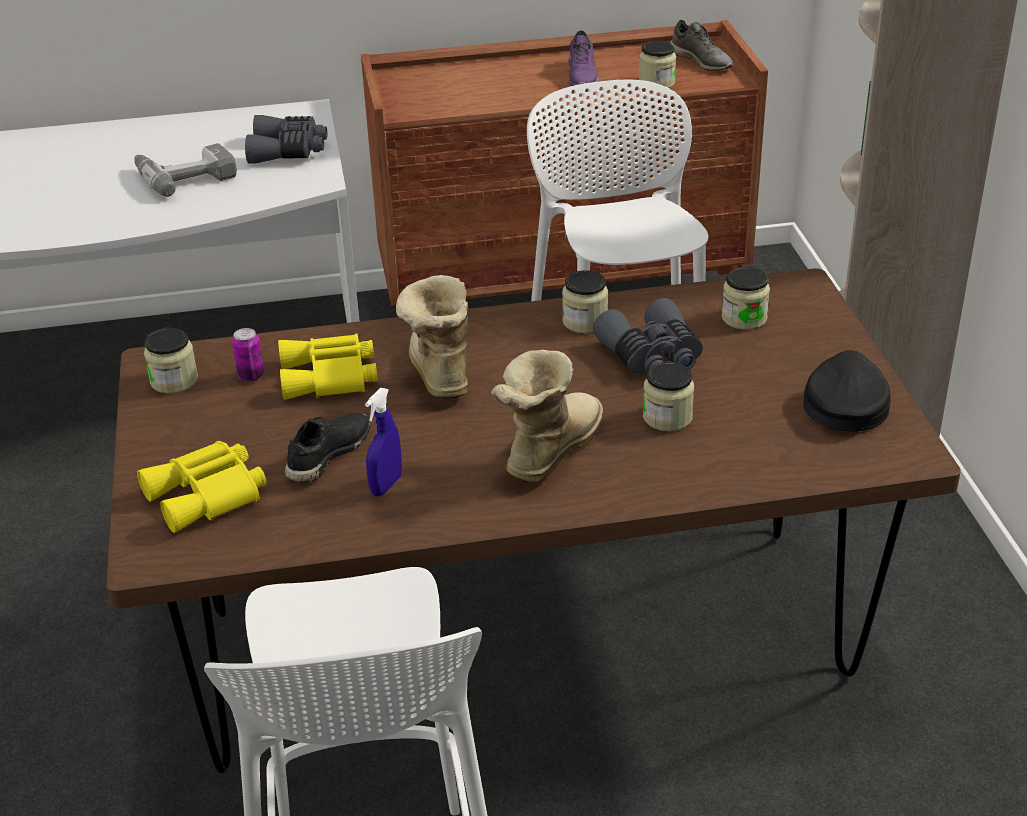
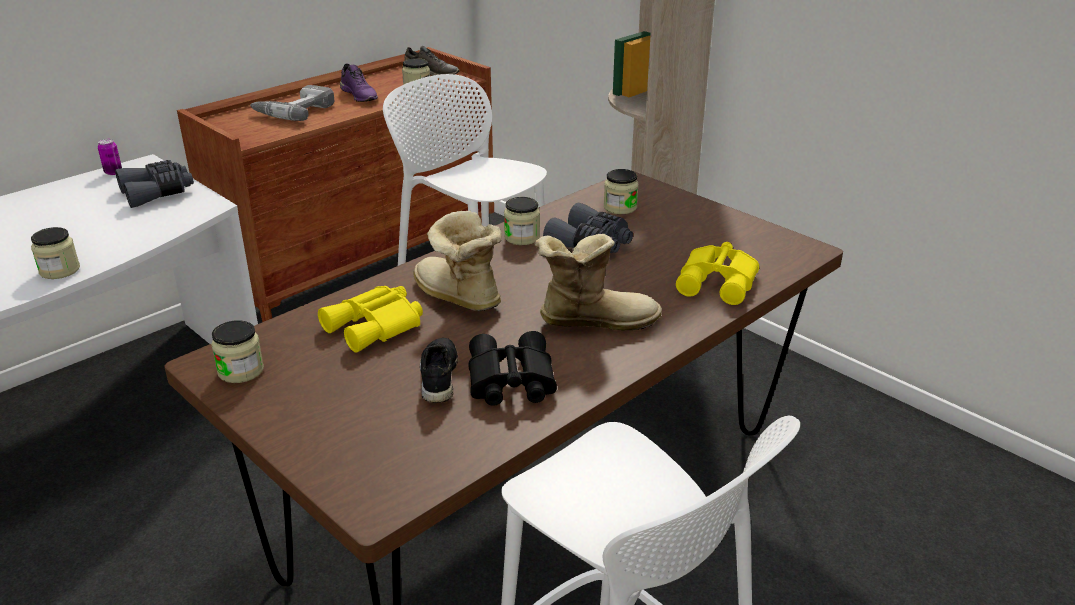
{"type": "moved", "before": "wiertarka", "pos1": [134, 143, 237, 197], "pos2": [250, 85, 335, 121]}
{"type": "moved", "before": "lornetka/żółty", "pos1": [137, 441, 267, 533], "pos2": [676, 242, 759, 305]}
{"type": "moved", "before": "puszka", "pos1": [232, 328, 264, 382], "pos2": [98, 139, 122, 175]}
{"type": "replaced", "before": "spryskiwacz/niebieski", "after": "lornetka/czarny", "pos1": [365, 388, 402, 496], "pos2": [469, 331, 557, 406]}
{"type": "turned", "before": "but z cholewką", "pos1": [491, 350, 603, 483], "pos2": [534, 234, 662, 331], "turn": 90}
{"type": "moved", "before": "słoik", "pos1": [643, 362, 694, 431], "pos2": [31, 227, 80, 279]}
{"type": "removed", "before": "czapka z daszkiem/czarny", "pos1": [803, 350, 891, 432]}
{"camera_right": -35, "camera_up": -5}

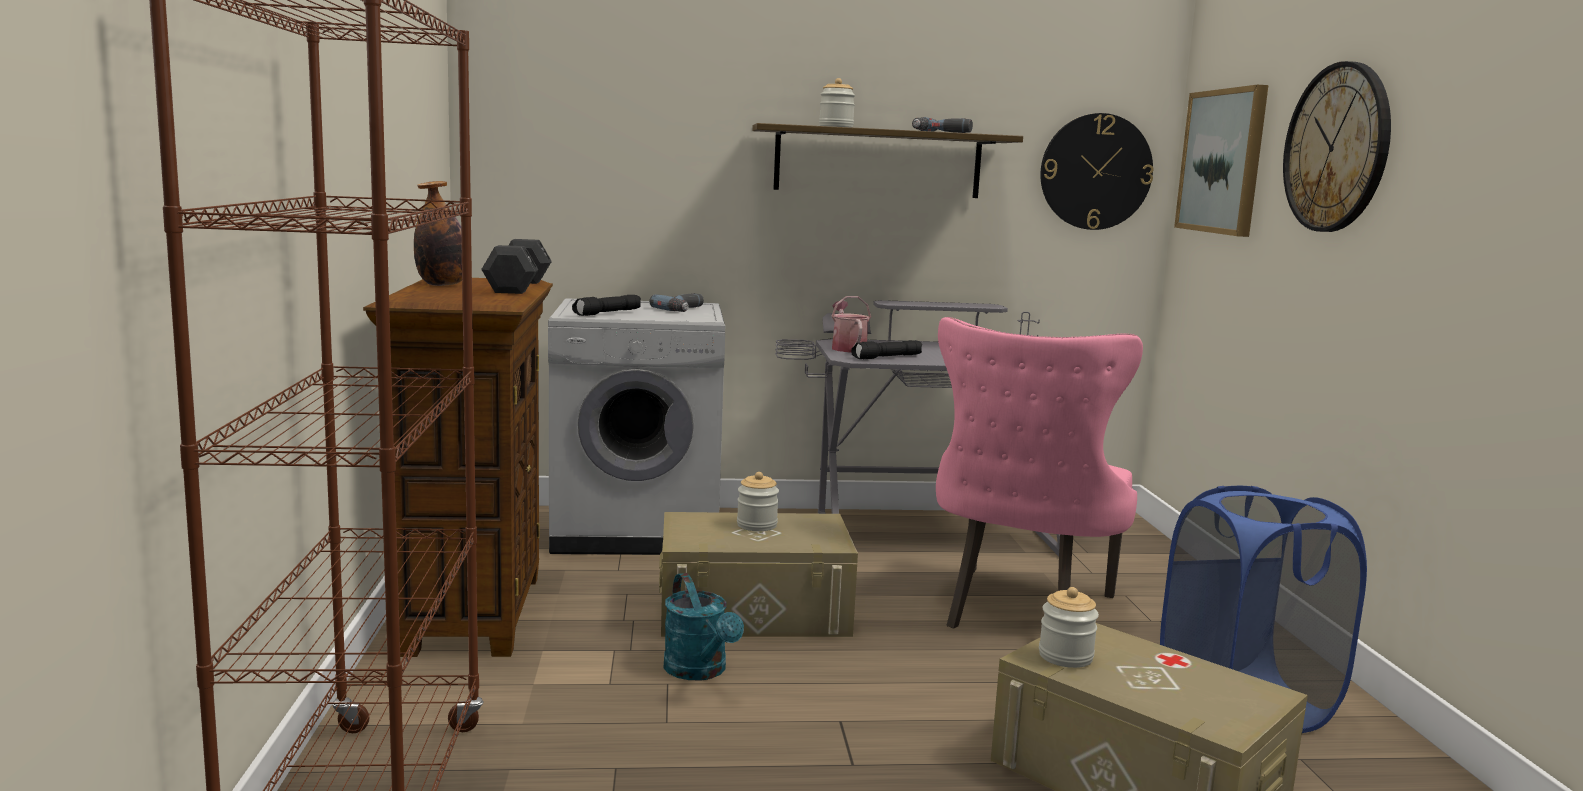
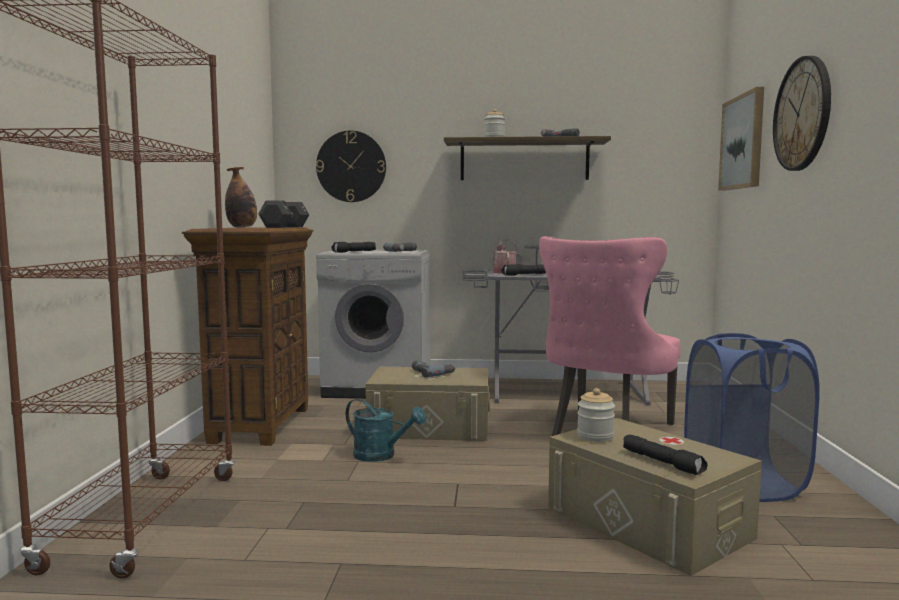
{"type": "turned", "before": "konewka/turkusowy", "pos1": [663, 573, 744, 680], "pos2": [345, 399, 426, 462], "turn": -45}
{"type": "replaced", "before": "słoik", "after": "wiertarka", "pos1": [737, 472, 779, 531], "pos2": [412, 361, 456, 378]}
{"type": "moved", "before": "zegar ścienny", "pos1": [1040, 113, 1154, 230], "pos2": [316, 131, 386, 202]}
{"type": "added", "after": "latarka/czarny", "pos2": [623, 435, 708, 475]}
{"camera_right": 10, "camera_up": -5}

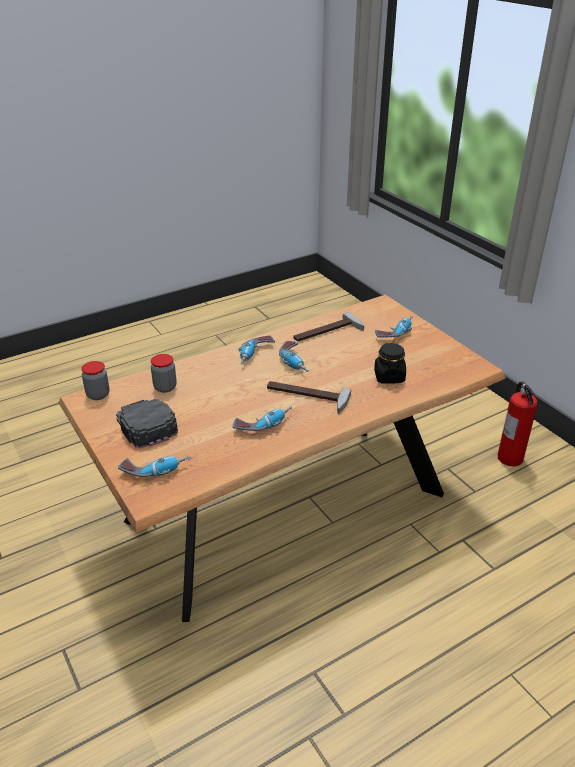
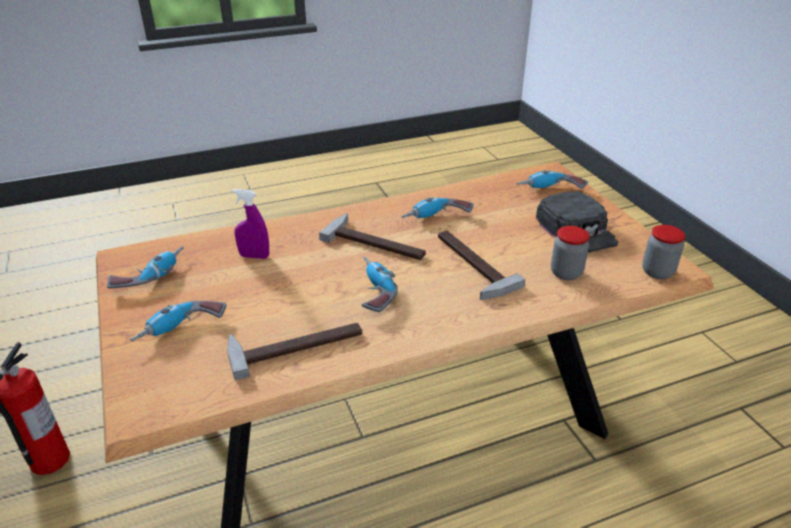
{"type": "moved", "before": "wiertarka", "pos1": [239, 335, 275, 364], "pos2": [107, 246, 184, 289]}
{"type": "replaced", "before": "słoik/czarny", "after": "spryskiwacz/fioletowy", "pos1": [374, 343, 406, 384], "pos2": [232, 189, 269, 259]}
{"type": "added", "after": "młotek", "pos2": [438, 231, 525, 300]}
{"camera_right": -170, "camera_up": 0}

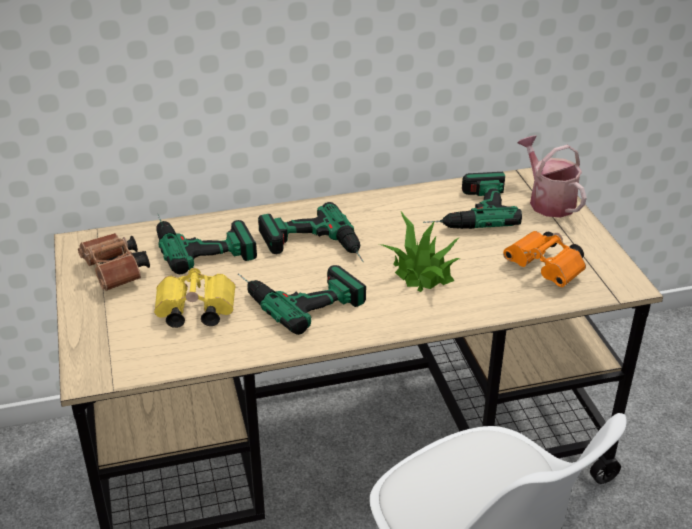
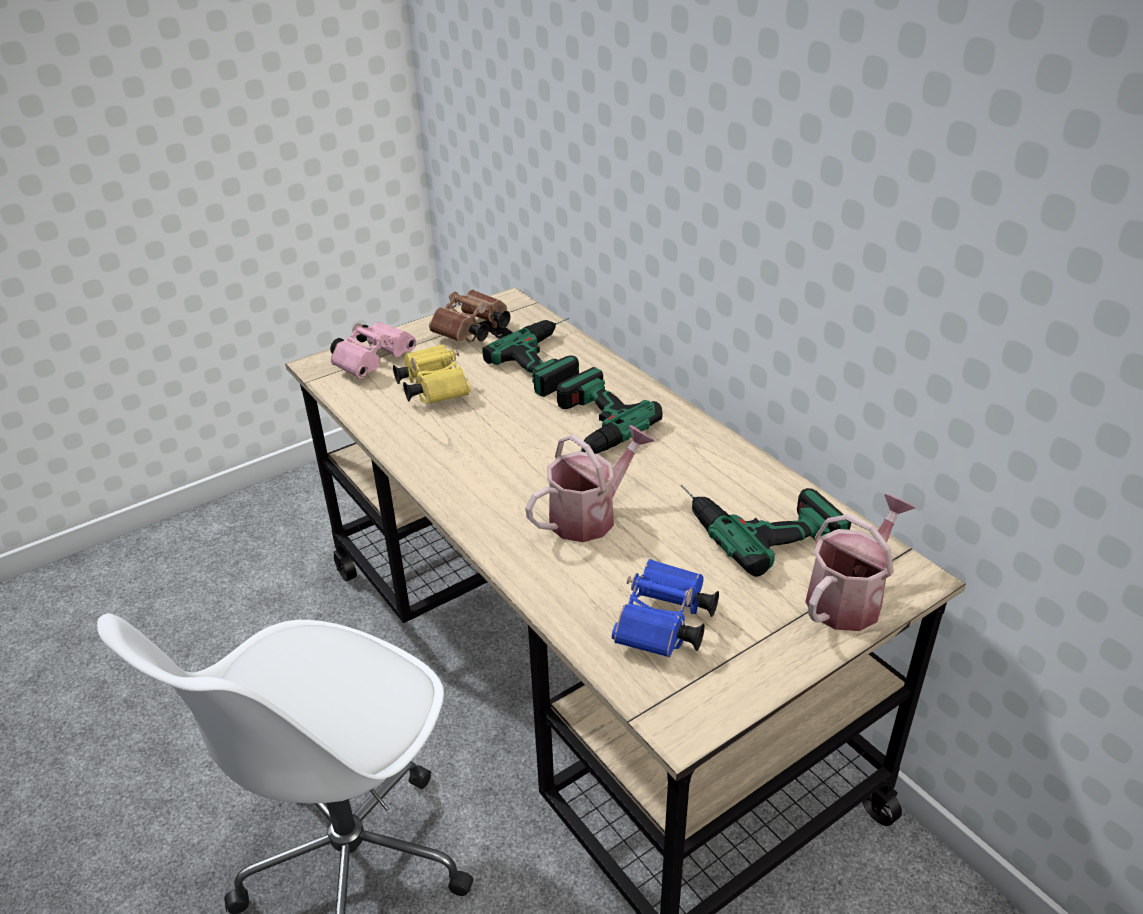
{"type": "removed", "before": "wiertarka", "pos1": [238, 265, 366, 335]}
{"type": "replaced", "before": "roślina doniczkowa", "after": "konewka", "pos1": [379, 211, 460, 292], "pos2": [525, 425, 655, 542]}
{"type": "recoloured", "before": "lornetka/pomarańczowy", "after": "lornetka/niebieski", "pos1": [503, 231, 586, 287], "pos2": [612, 559, 719, 658]}
{"type": "added", "after": "lornetka/różowy", "pos2": [330, 322, 416, 378]}
{"camera_right": 70, "camera_up": 0}

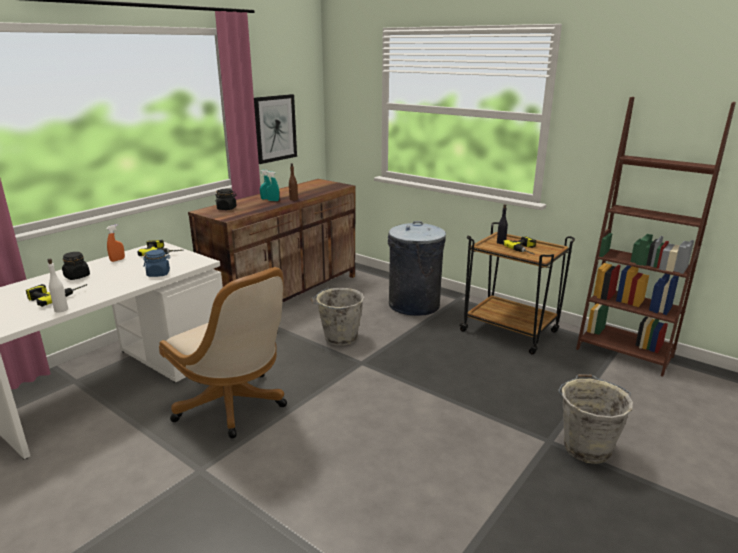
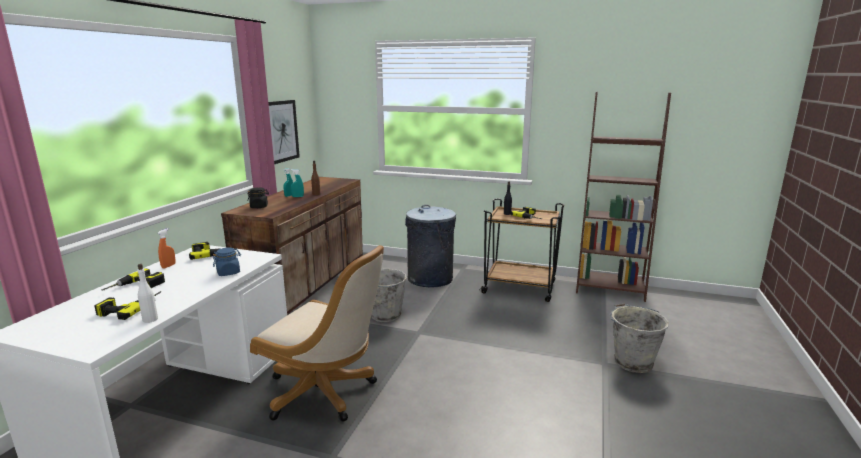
{"type": "replaced", "before": "słoik/czarny", "after": "wiertarka", "pos1": [62, 252, 90, 280], "pos2": [101, 268, 165, 291]}
{"camera_right": -20, "camera_up": -5}

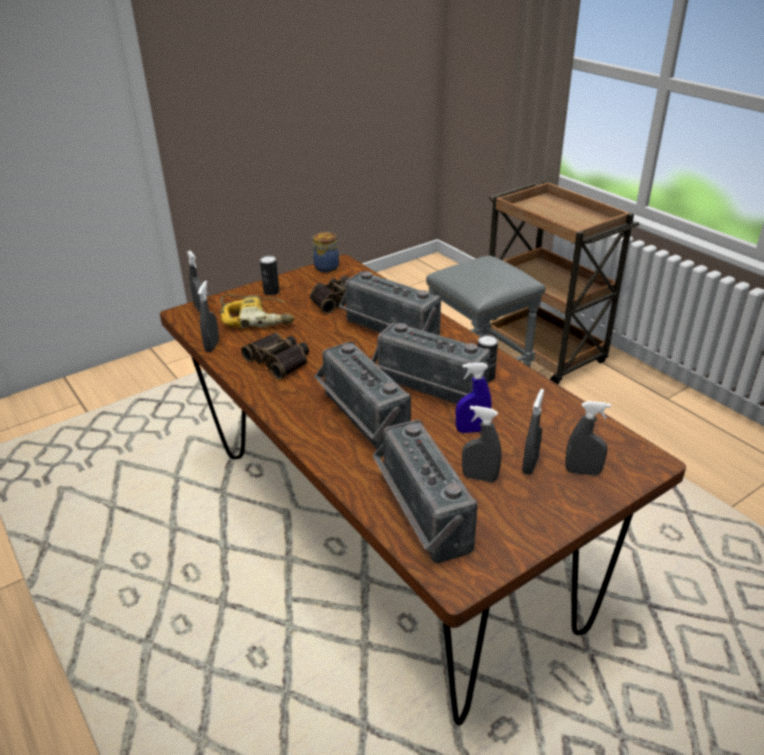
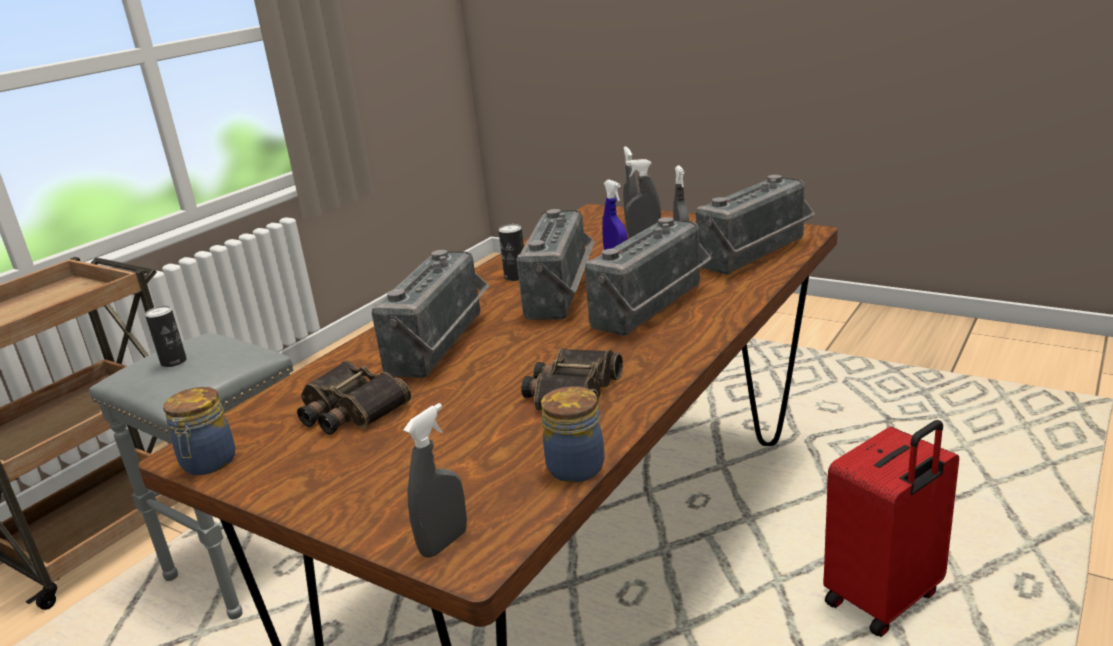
{"type": "replaced", "before": "spryskiwacz/szary", "after": "słoik", "pos1": [198, 281, 219, 352], "pos2": [541, 386, 605, 483]}
{"type": "removed", "before": "wiertarka", "pos1": [220, 295, 294, 328]}
{"type": "moved", "before": "puszka", "pos1": [260, 255, 279, 296], "pos2": [145, 306, 187, 367]}
{"type": "added", "after": "walizka/czerwony", "pos2": [823, 420, 959, 637]}
{"camera_right": -110, "camera_up": -10}

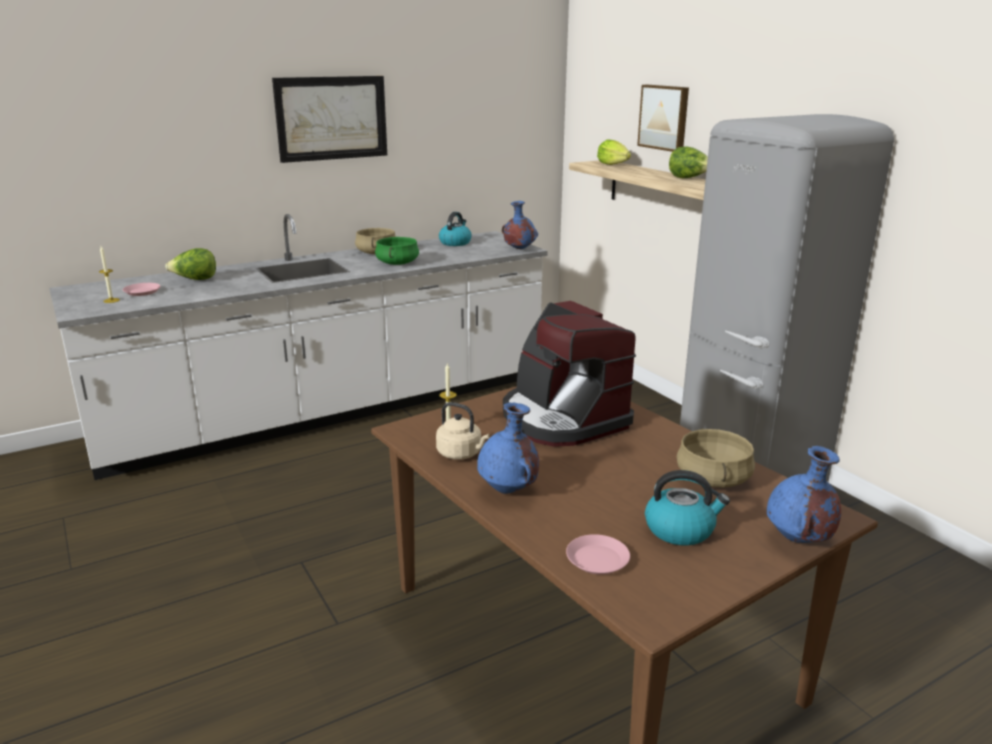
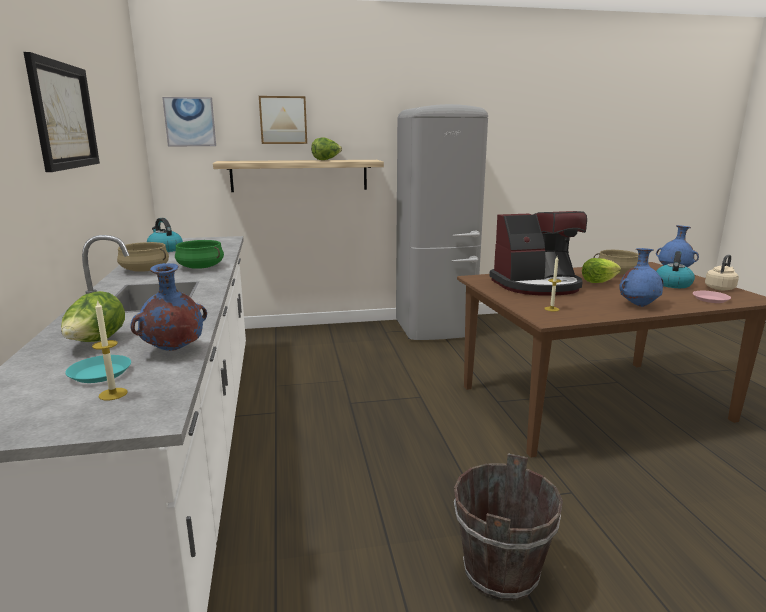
{"type": "recoloured", "before": "talerz/różowy", "after": "talerz/turkusowy", "pos1": [123, 283, 161, 296], "pos2": [65, 355, 131, 383]}
{"type": "moved", "before": "czajnik/beżowy", "pos1": [436, 402, 490, 460], "pos2": [705, 255, 739, 290]}
{"type": "moved", "before": "wazon/niebieski", "pos1": [502, 201, 538, 249], "pos2": [130, 263, 207, 351]}
{"type": "moved", "before": "sałata", "pos1": [597, 140, 631, 165], "pos2": [582, 258, 621, 283]}
{"type": "added", "after": "obraz", "pos2": [162, 97, 216, 146]}
{"type": "added", "after": "wiadro/brązowy", "pos2": [454, 453, 563, 601]}
{"camera_right": -70, "camera_up": -5}

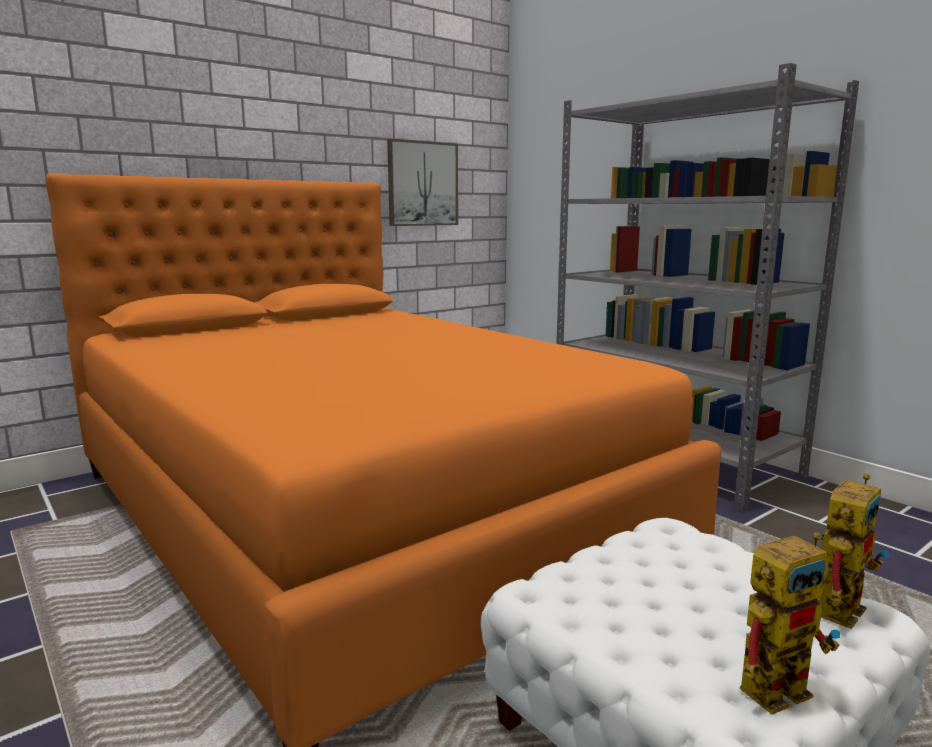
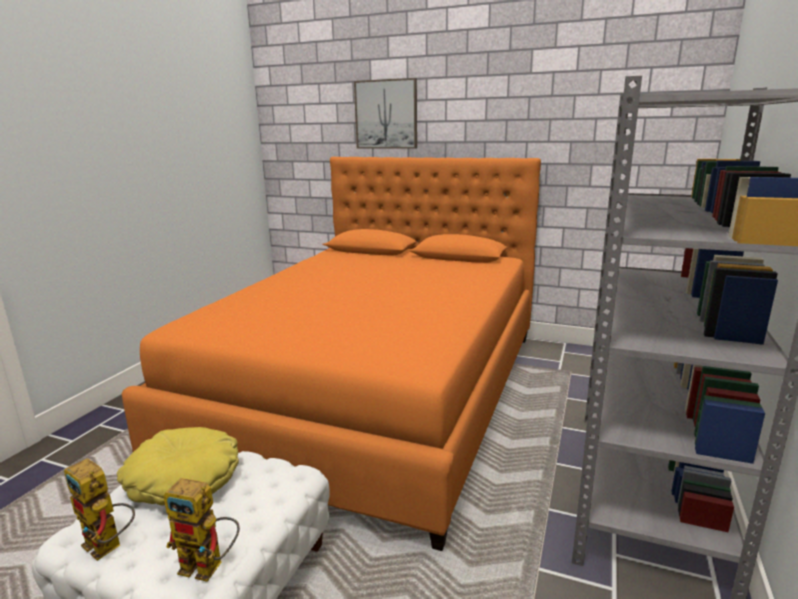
{"type": "moved", "before": "obraz", "pos1": [387, 139, 458, 226], "pos2": [354, 78, 417, 149]}
{"type": "added", "after": "poduszka/żółty", "pos2": [117, 427, 239, 506]}
{"camera_right": 60, "camera_up": 5}

